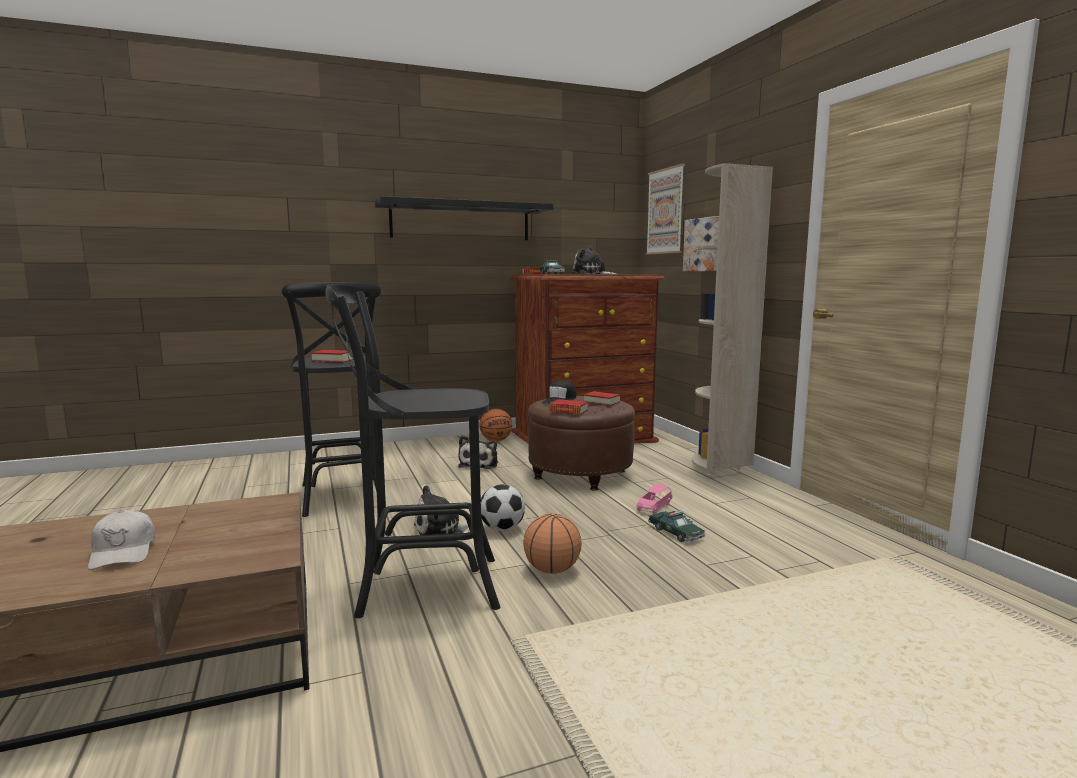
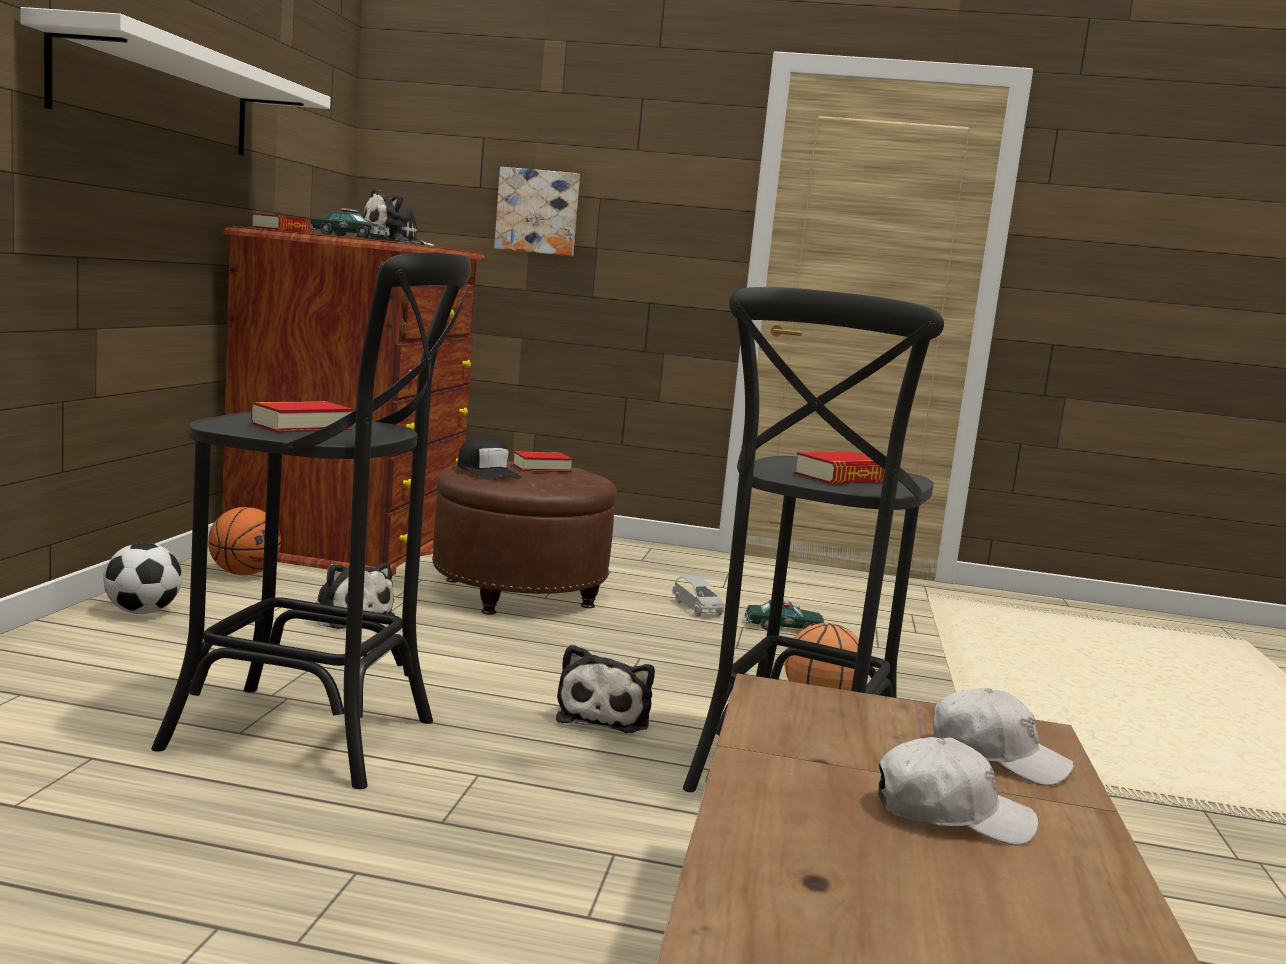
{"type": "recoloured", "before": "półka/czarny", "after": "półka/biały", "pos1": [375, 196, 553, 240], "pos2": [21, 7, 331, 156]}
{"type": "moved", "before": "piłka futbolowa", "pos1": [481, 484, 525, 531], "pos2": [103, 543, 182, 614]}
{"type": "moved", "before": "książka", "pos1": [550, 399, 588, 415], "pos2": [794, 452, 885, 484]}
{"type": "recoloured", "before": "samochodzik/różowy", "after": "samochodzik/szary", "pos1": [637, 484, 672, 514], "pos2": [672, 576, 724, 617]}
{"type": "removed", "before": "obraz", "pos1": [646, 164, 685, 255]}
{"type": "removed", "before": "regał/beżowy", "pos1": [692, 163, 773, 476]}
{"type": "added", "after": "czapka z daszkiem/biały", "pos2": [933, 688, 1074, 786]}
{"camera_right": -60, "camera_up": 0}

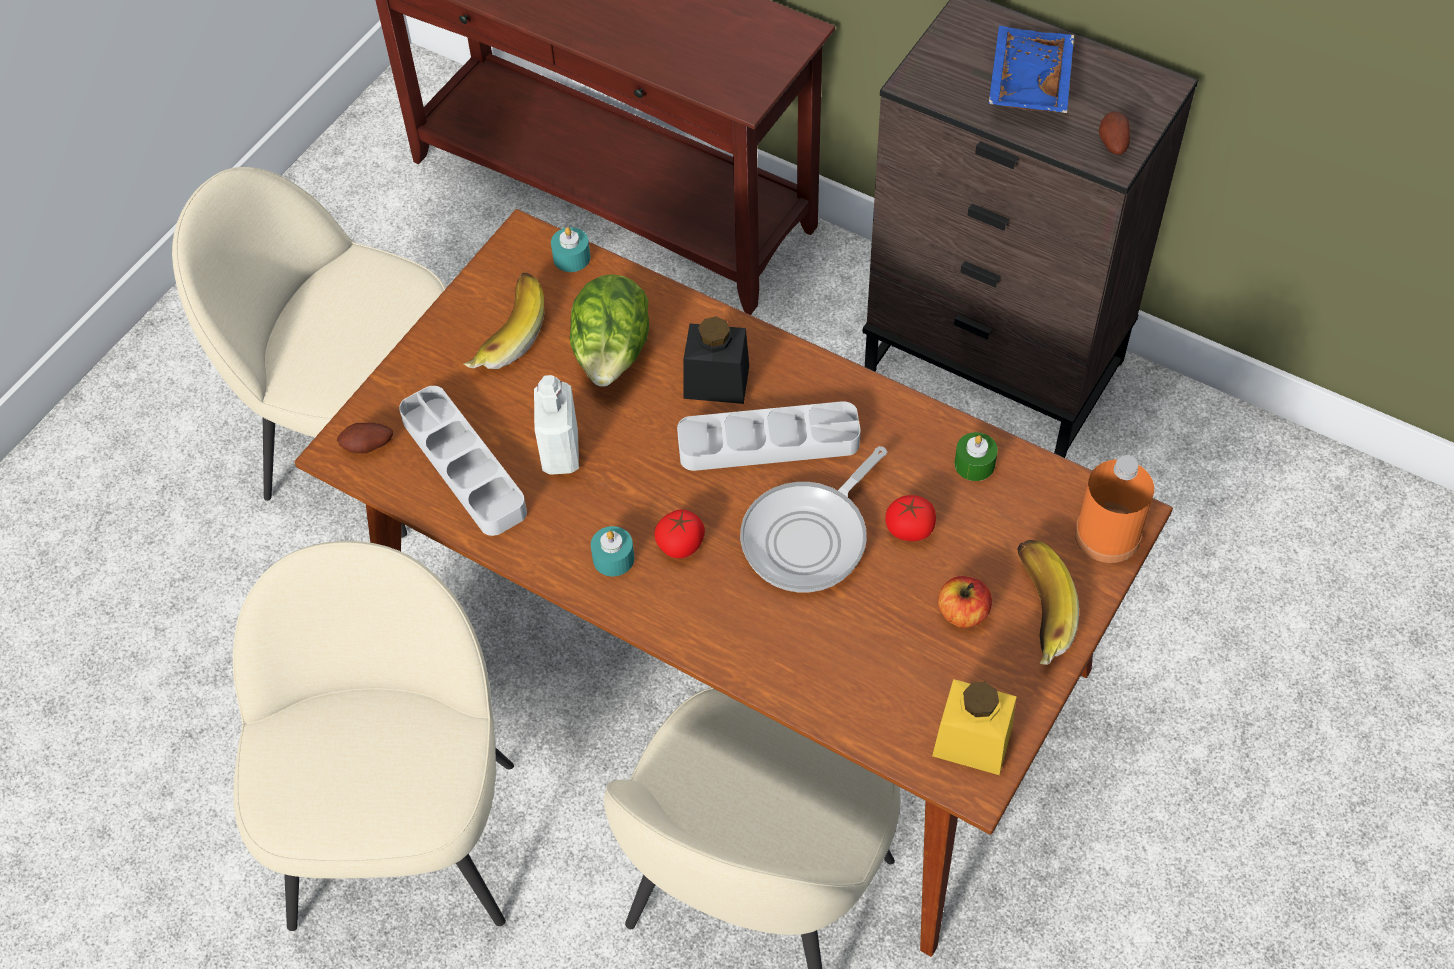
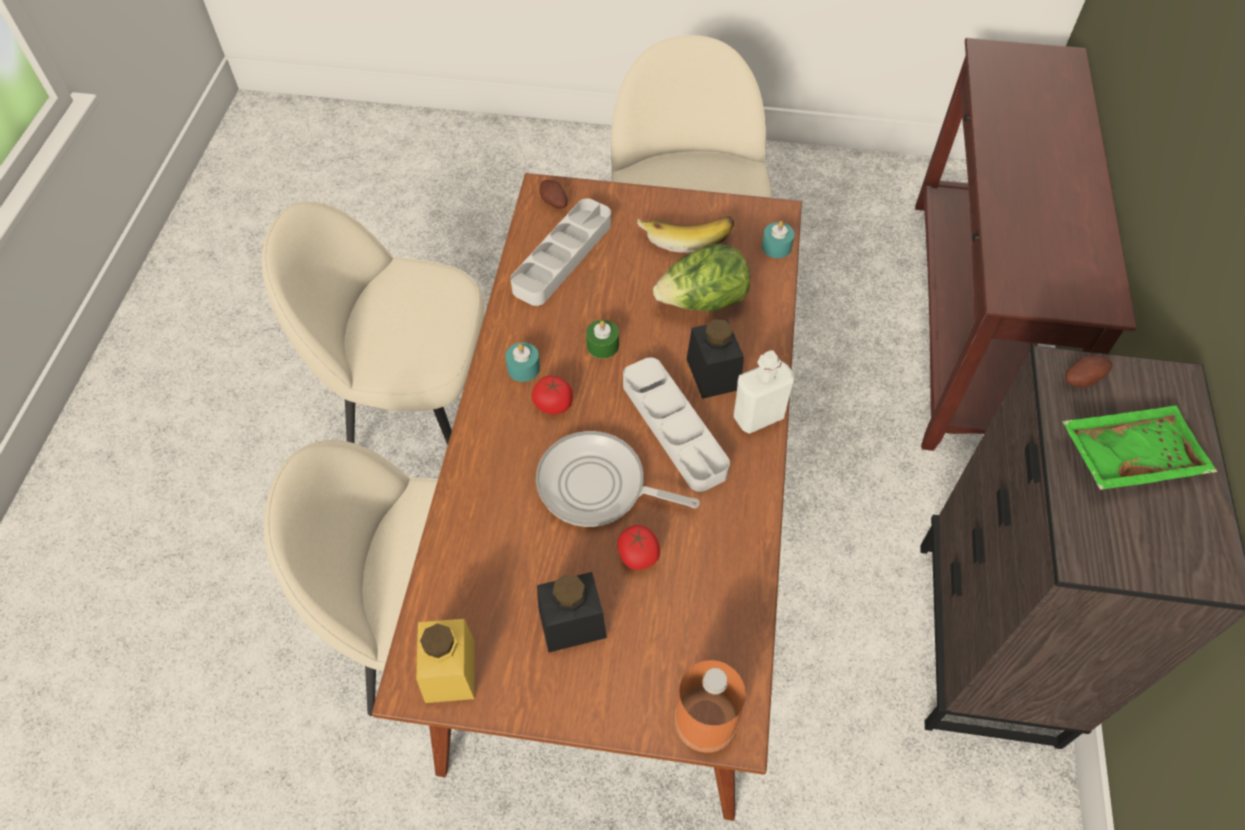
{"type": "turned", "before": "krzesło/beżowy", "pos1": [233, 541, 514, 931], "pos2": [261, 202, 485, 445], "turn": -150}
{"type": "moved", "before": "butelka/biały", "pos1": [534, 375, 579, 475], "pos2": [734, 350, 794, 434]}
{"type": "replaced", "before": "jabłko", "after": "słoik/czarny", "pos1": [938, 576, 992, 628], "pos2": [537, 572, 607, 652]}
{"type": "moved", "before": "świeca/zielony", "pos1": [954, 432, 998, 481], "pos2": [586, 320, 619, 359]}
{"type": "recoloured", "before": "taca/niebieski", "after": "taca/zielony", "pos1": [988, 26, 1074, 113], "pos2": [1062, 405, 1217, 490]}
{"type": "removed", "before": "banan", "pos1": [1017, 540, 1079, 665]}
{"type": "moved", "before": "ziemniak", "pos1": [1099, 111, 1130, 155], "pos2": [1065, 355, 1112, 387]}
{"camera_right": 65, "camera_up": 0}

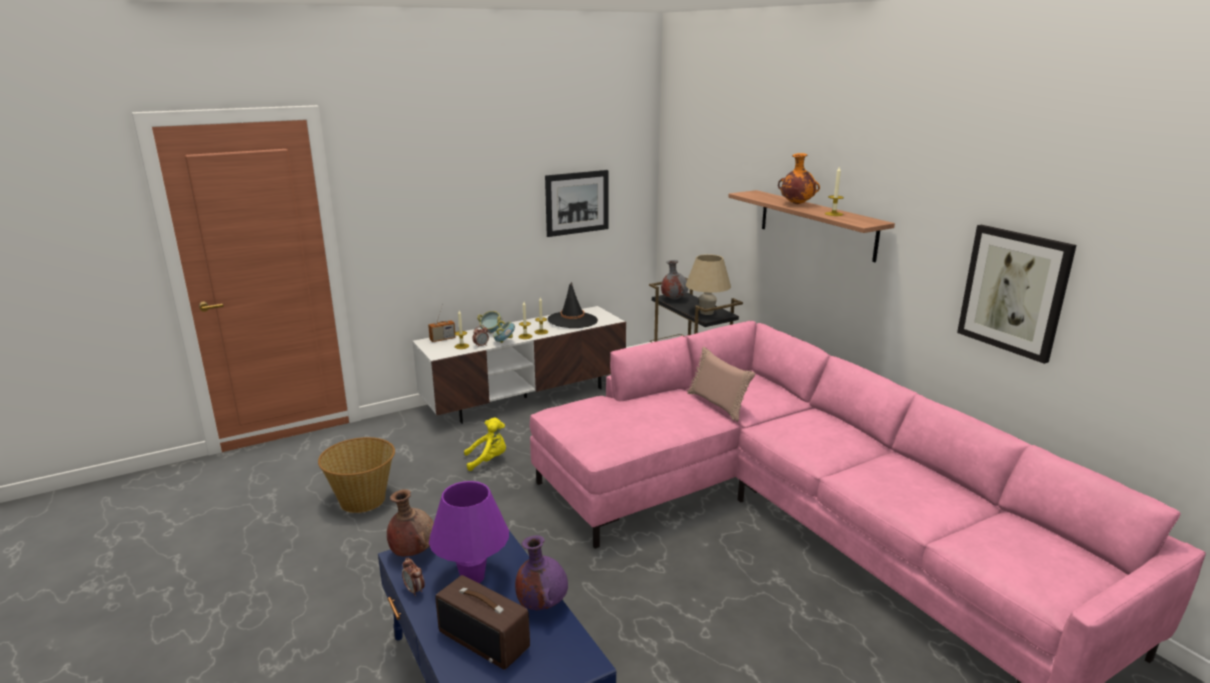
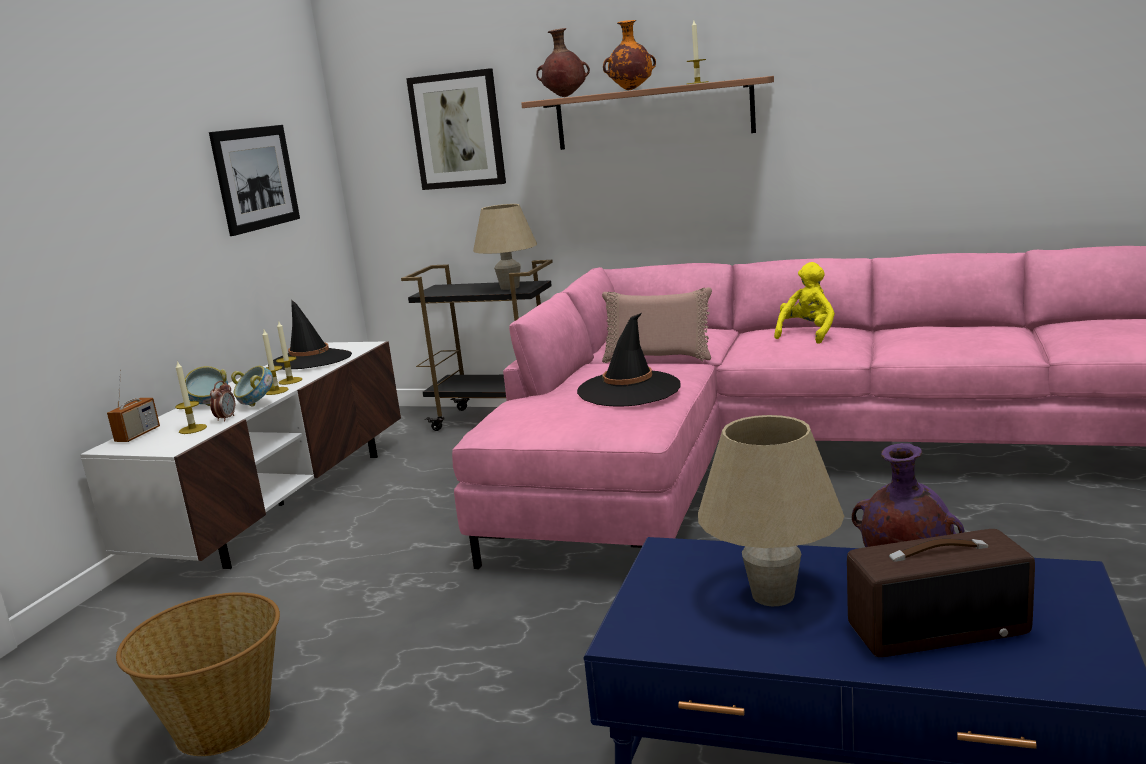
{"type": "moved", "before": "wazon/brązowy", "pos1": [387, 489, 434, 557], "pos2": [536, 28, 590, 97]}
{"type": "removed", "before": "budzik", "pos1": [402, 558, 425, 597]}
{"type": "recoloured", "before": "lampa stołowa/fioletowy", "after": "lampa stołowa/beżowy", "pos1": [429, 481, 509, 583], "pos2": [698, 415, 844, 606]}
{"type": "moved", "before": "pluszak/żółty", "pos1": [464, 418, 506, 471], "pos2": [774, 262, 835, 344]}
{"type": "removed", "before": "wazon/szary", "pos1": [661, 260, 688, 299]}
{"type": "moved", "before": "obraz", "pos1": [957, 225, 1077, 364], "pos2": [406, 68, 506, 190]}
{"type": "added", "after": "kapelusz/czarny", "pos2": [577, 313, 681, 407]}
{"camera_right": -40, "camera_up": -5}

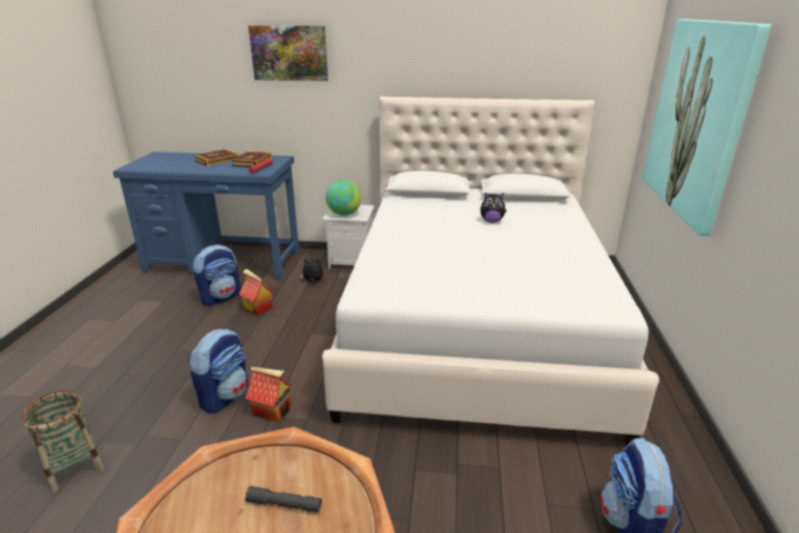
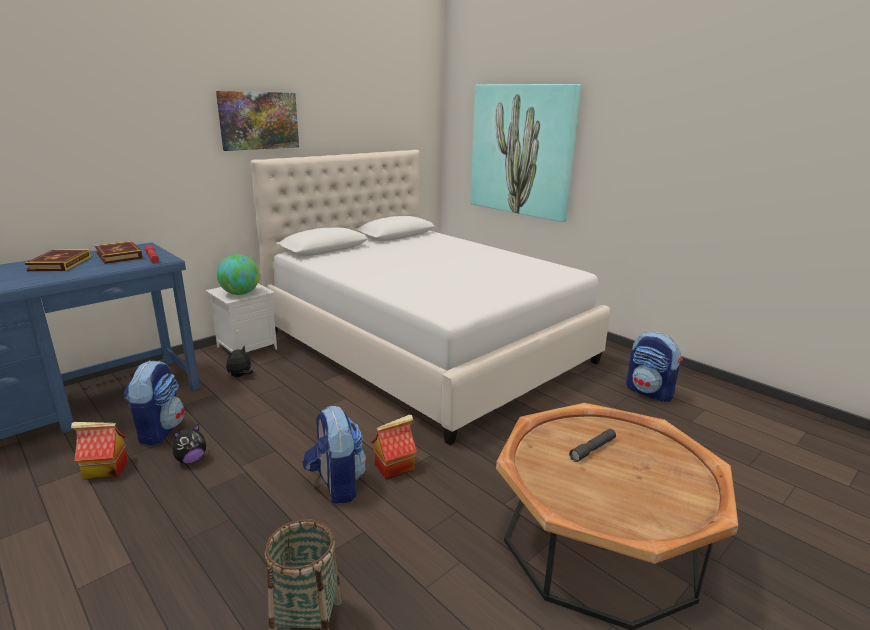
{"type": "moved", "before": "domek", "pos1": [239, 269, 274, 316], "pos2": [71, 422, 128, 479]}
{"type": "moved", "before": "obraz", "pos1": [248, 26, 328, 81], "pos2": [216, 91, 299, 151]}
{"type": "moved", "before": "pluszak", "pos1": [480, 192, 507, 223], "pos2": [173, 424, 206, 464]}
{"camera_right": -50, "camera_up": -5}

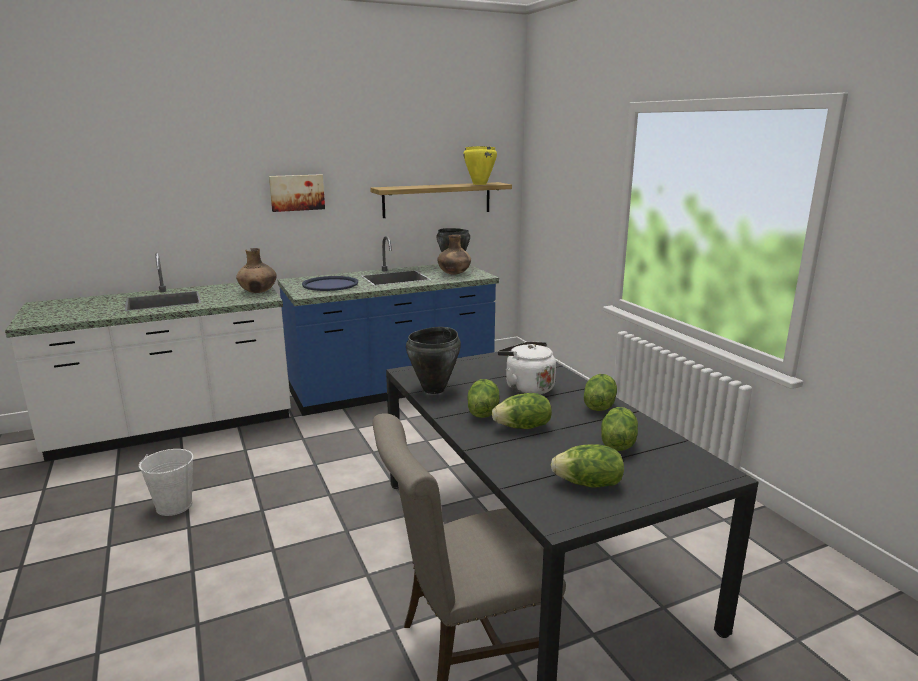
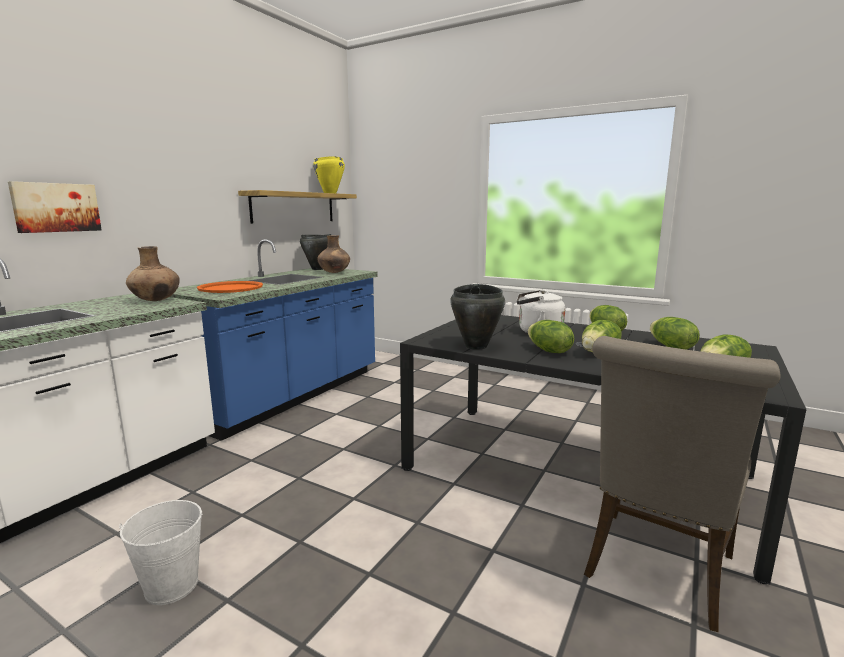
{"type": "moved", "before": "obraz", "pos1": [269, 174, 325, 212], "pos2": [8, 181, 102, 233]}
{"type": "recoloured", "before": "taca/niebieski", "after": "taca/pomarańczowy", "pos1": [302, 276, 358, 291], "pos2": [197, 281, 263, 293]}
{"camera_right": -35, "camera_up": -5}

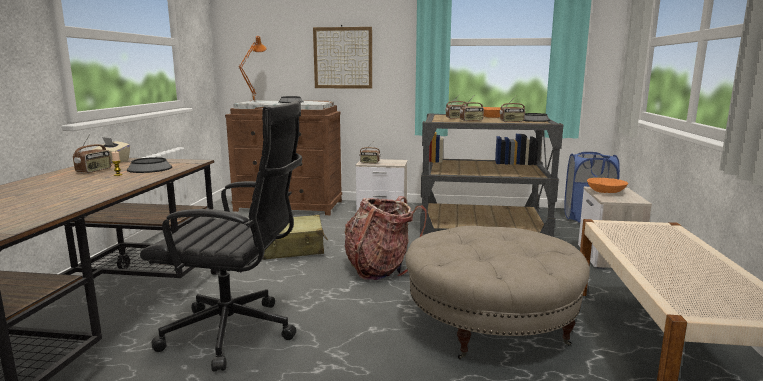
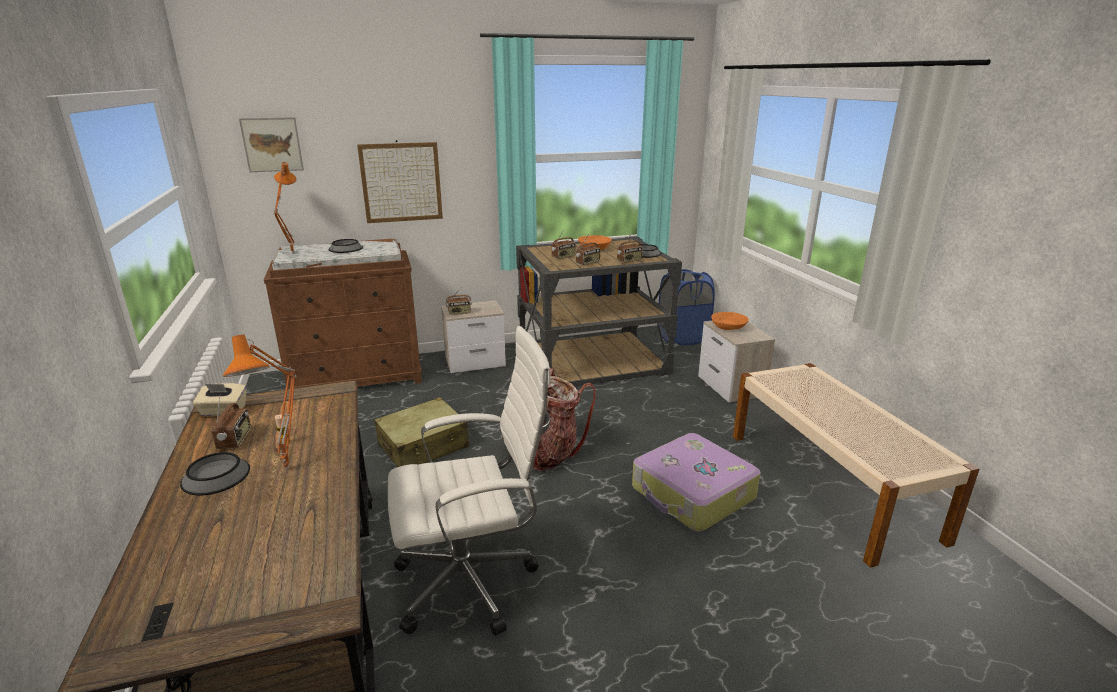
{"type": "moved", "before": "miska", "pos1": [127, 157, 172, 173], "pos2": [180, 452, 250, 496]}
{"type": "recoloured", "before": "krzesło biurowe/czarny", "after": "krzesło biurowe/biały", "pos1": [140, 100, 302, 372], "pos2": [388, 326, 550, 636]}
{"type": "replaced", "before": "pufa/beżowy", "after": "walizka", "pos1": [405, 226, 590, 359], "pos2": [632, 433, 761, 532]}
{"type": "added", "after": "lampa stołowa/pomarańczowy", "pos2": [223, 335, 296, 471]}
{"type": "added", "after": "obraz", "pos2": [239, 117, 304, 172]}
{"camera_right": -25, "camera_up": 10}

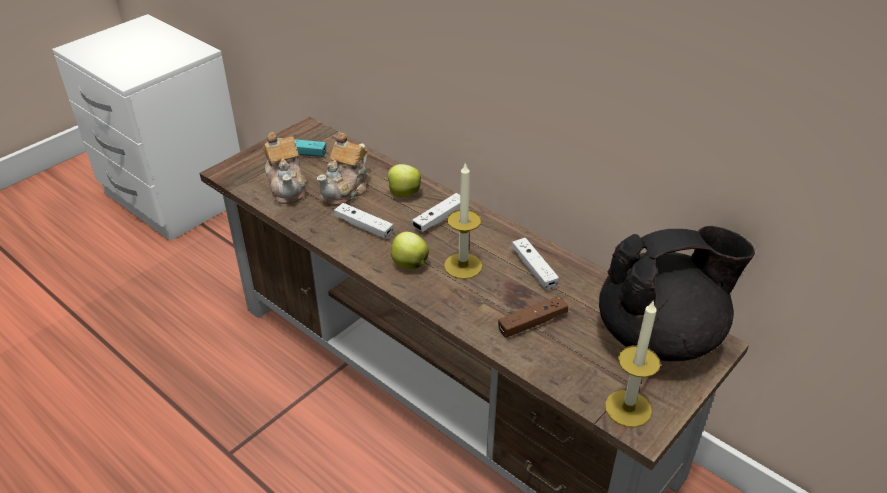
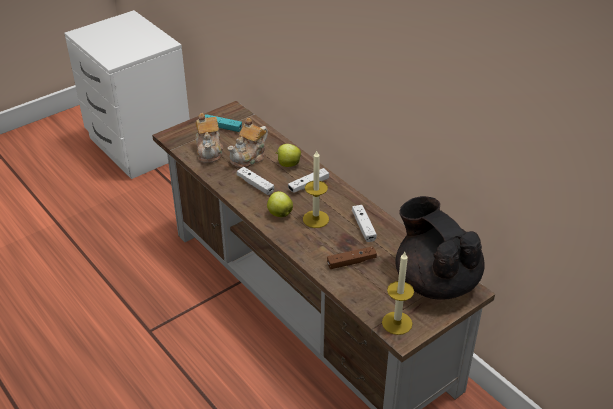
{"type": "turned", "before": "imbryk/czarny", "pos1": [599, 226, 755, 361], "pos2": [395, 196, 485, 300], "turn": -120}
{"camera_right": 10, "camera_up": 0}

